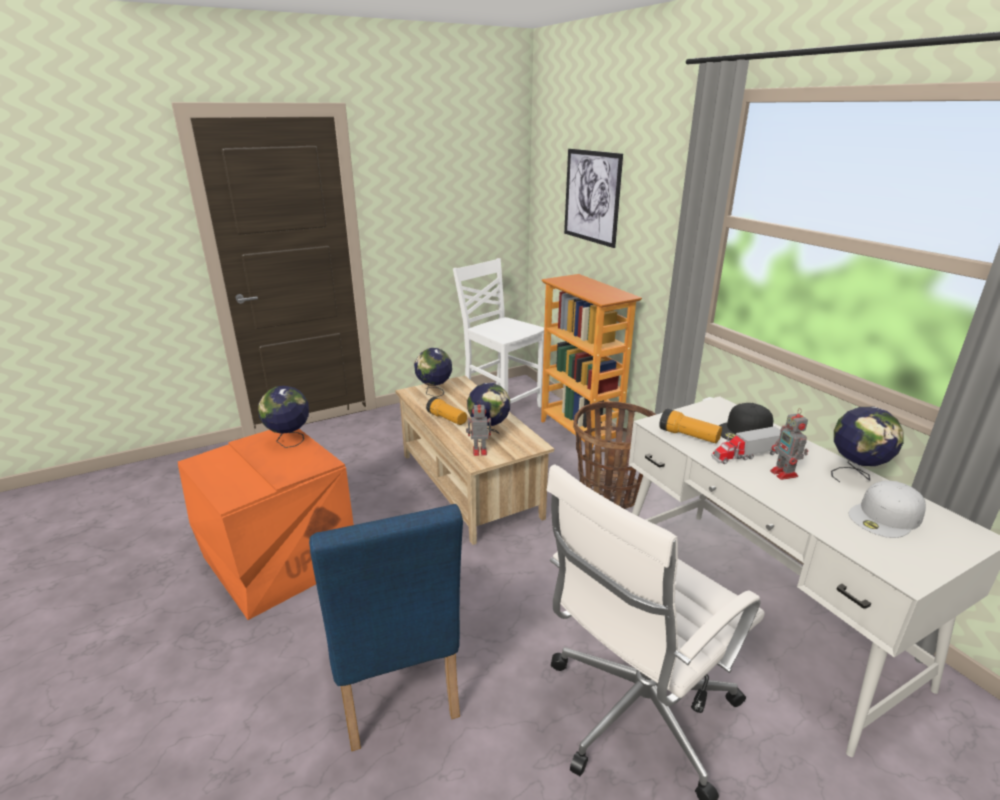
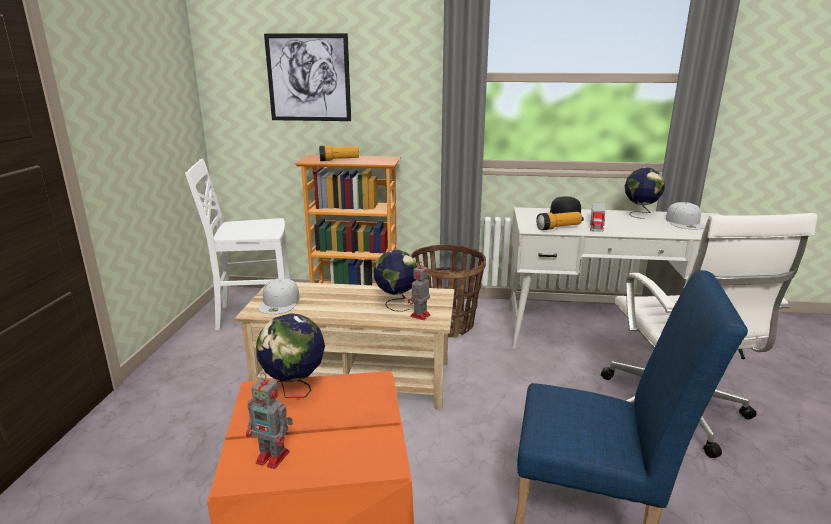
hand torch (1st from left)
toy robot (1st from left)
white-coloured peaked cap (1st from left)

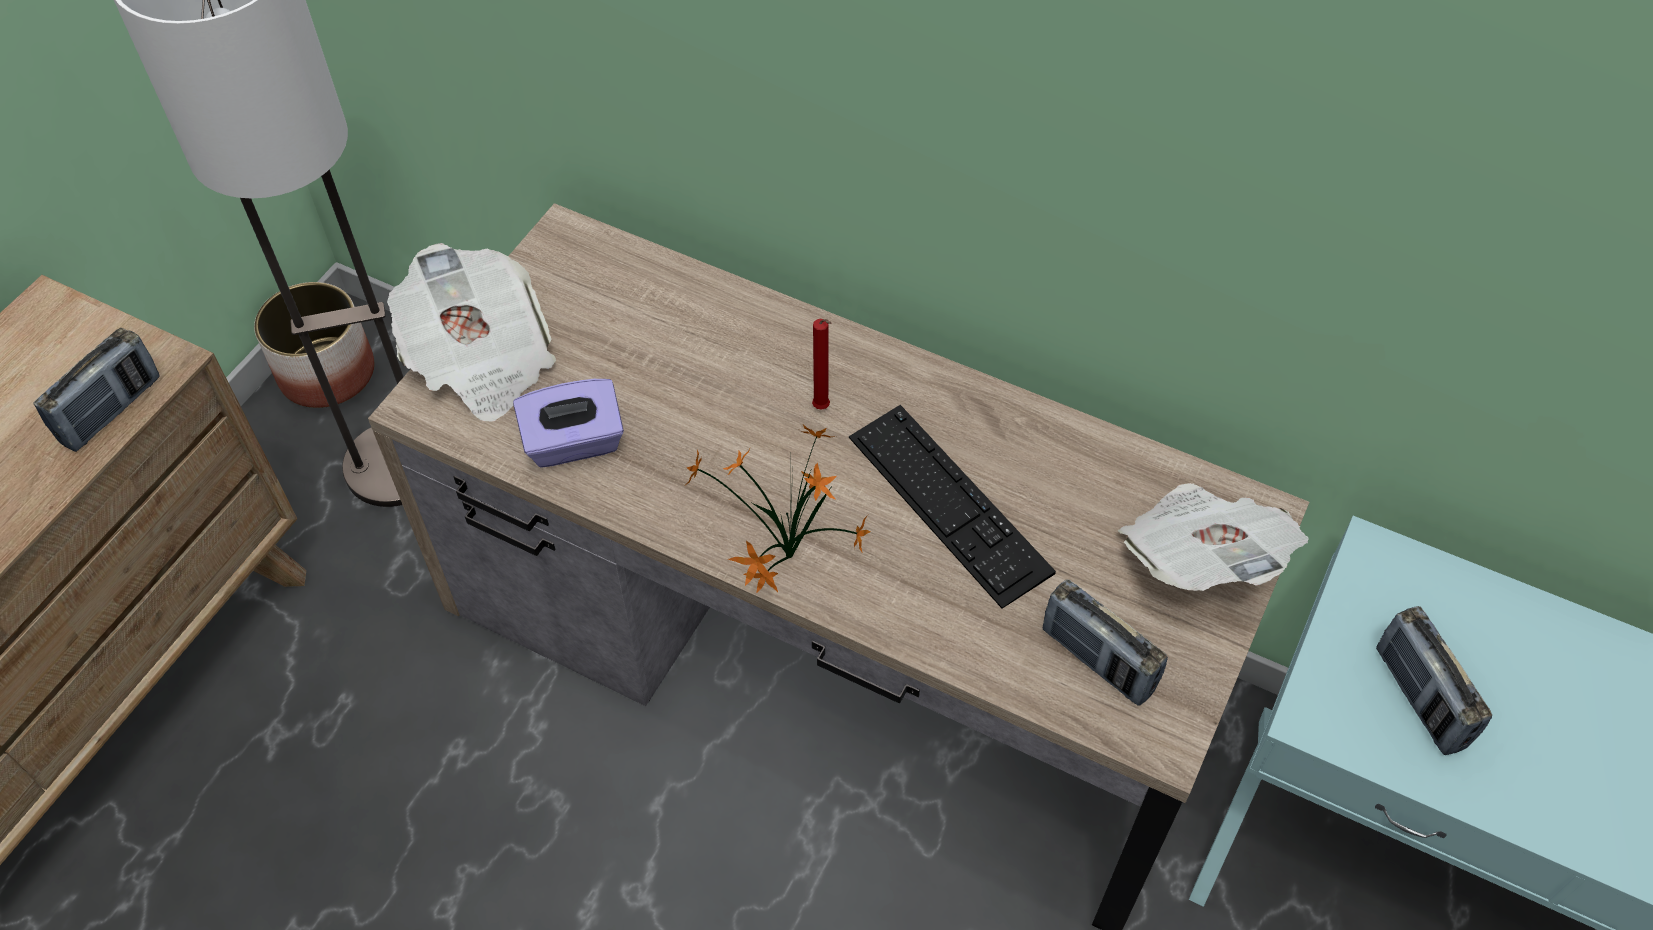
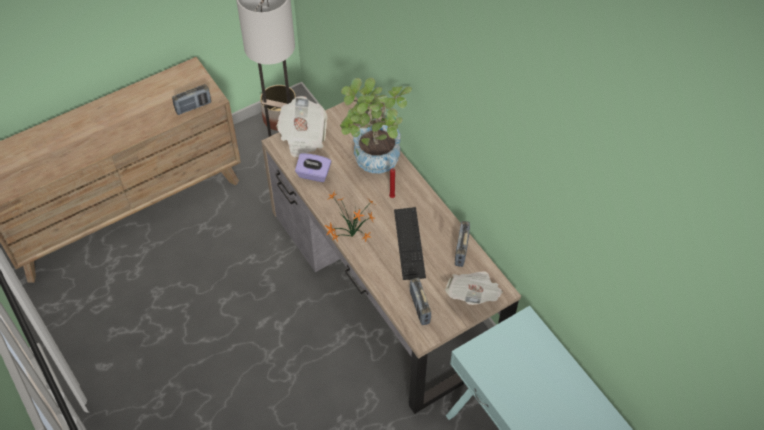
plant in a pot (2nd from left)
radio set (3rd from left)

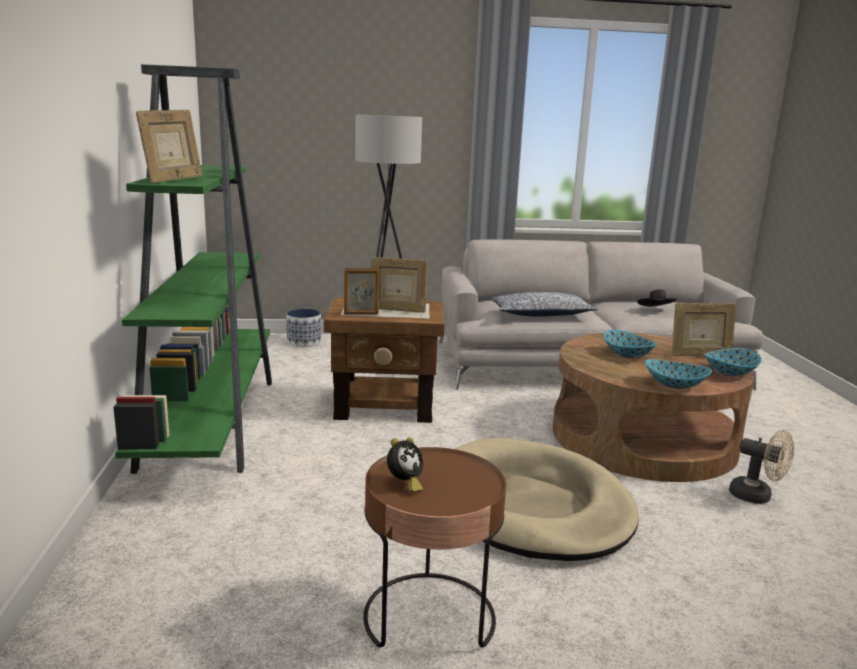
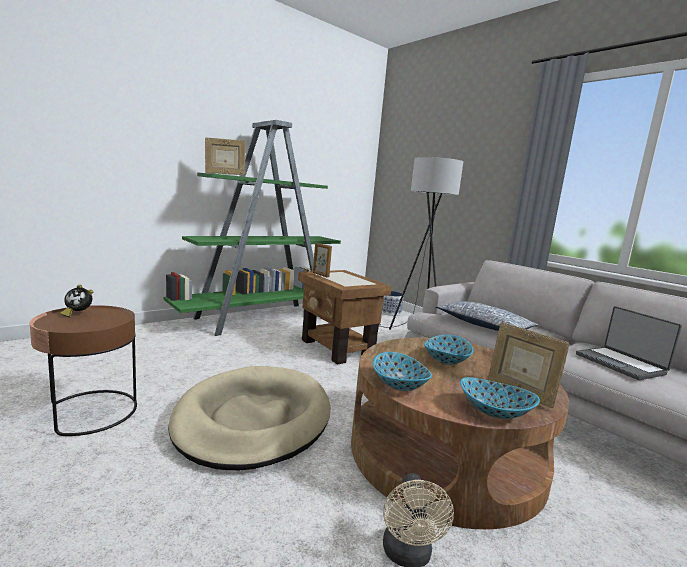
photo frame (3rd from left in the first image)
portable computer

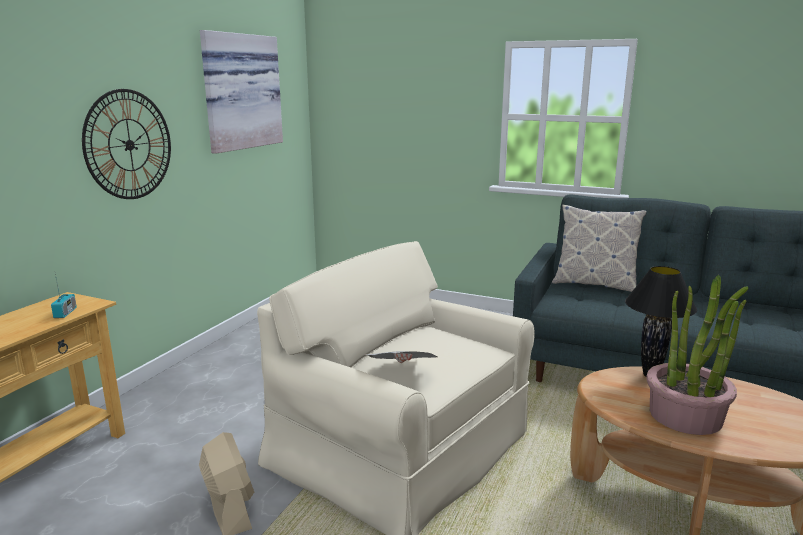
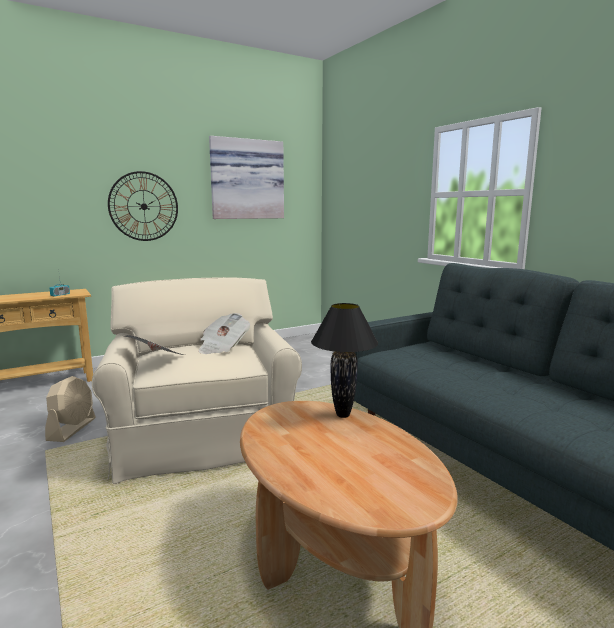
pillow
plant in a pot
daily paper (2nd from left)

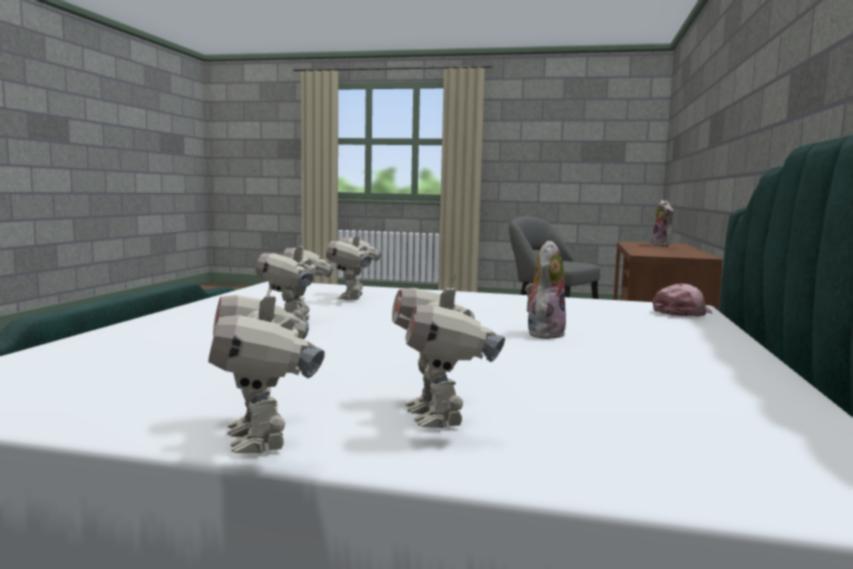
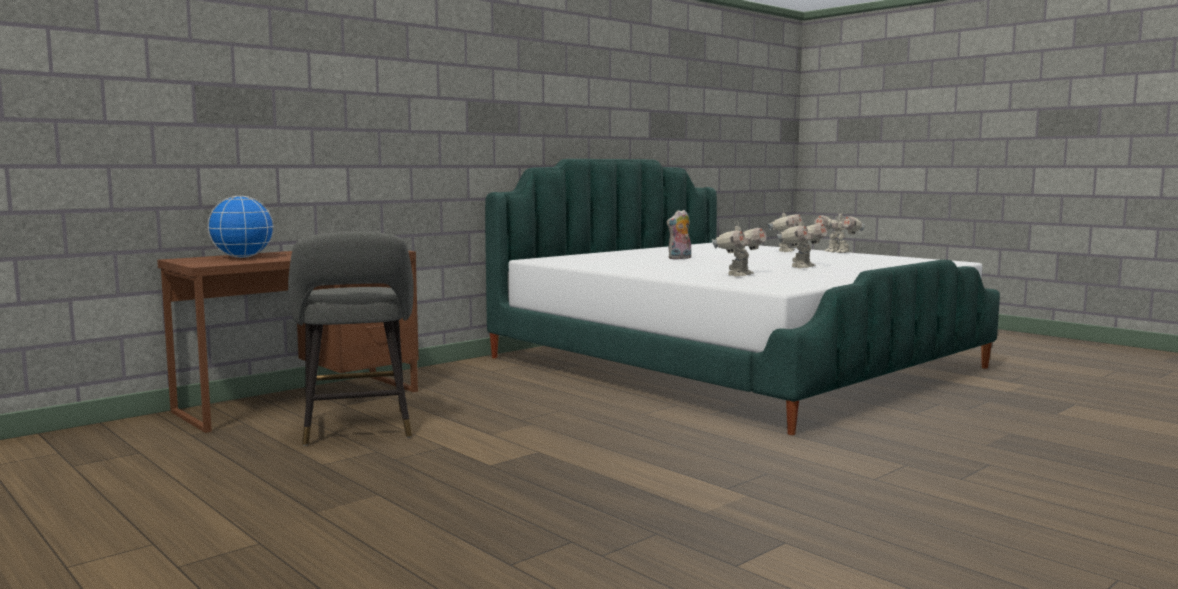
pinkish peaked cap
world globe
toy robot (4th from left)

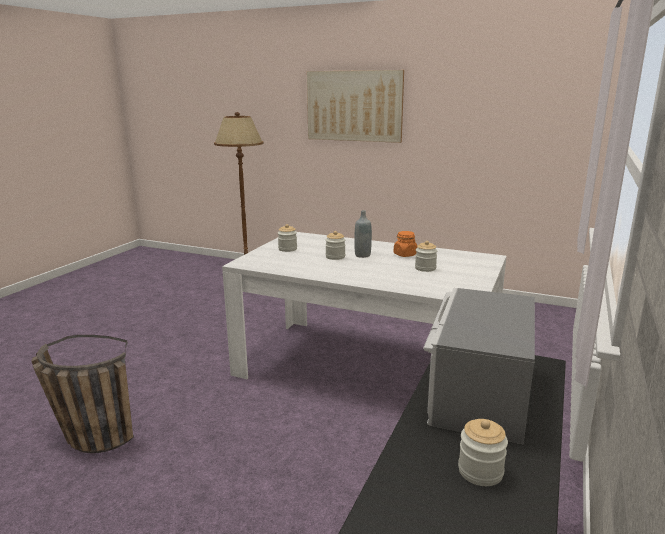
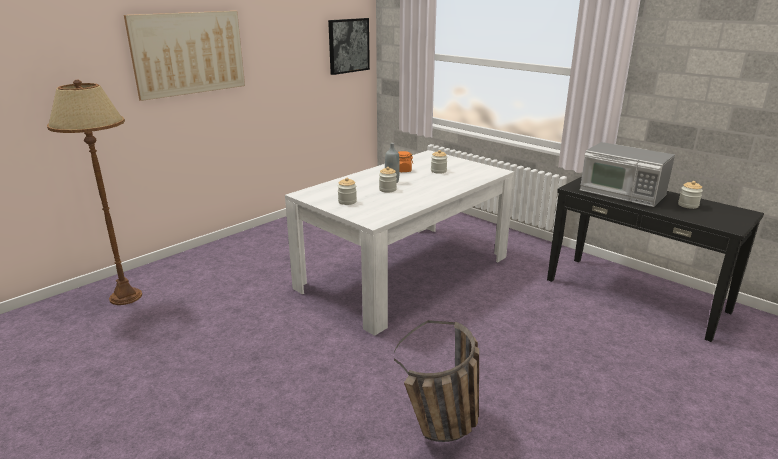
wall art (2nd from left)

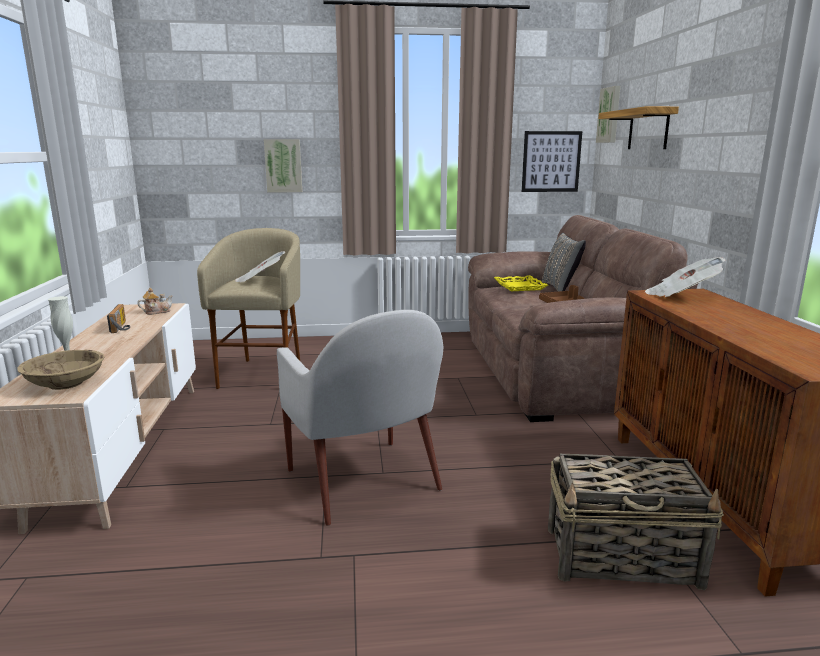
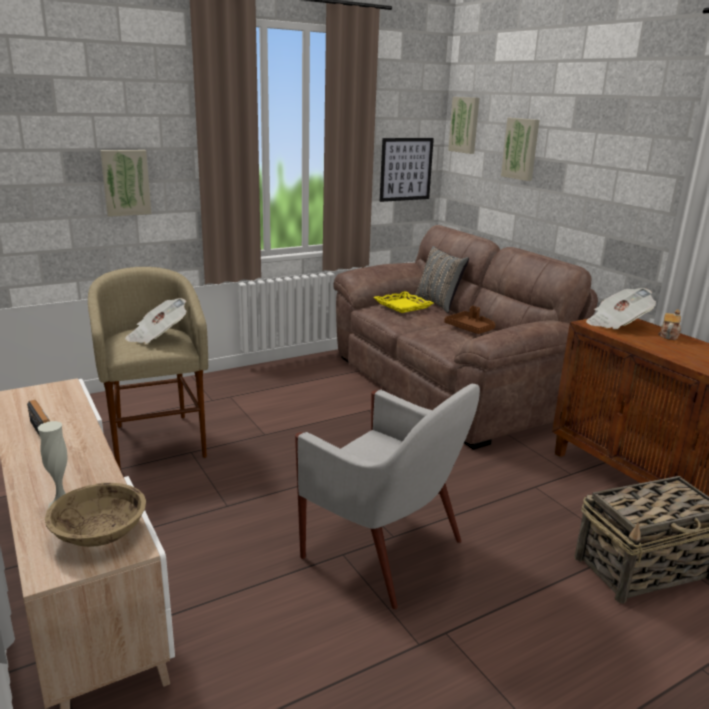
tea pot
wall art (4th from left)

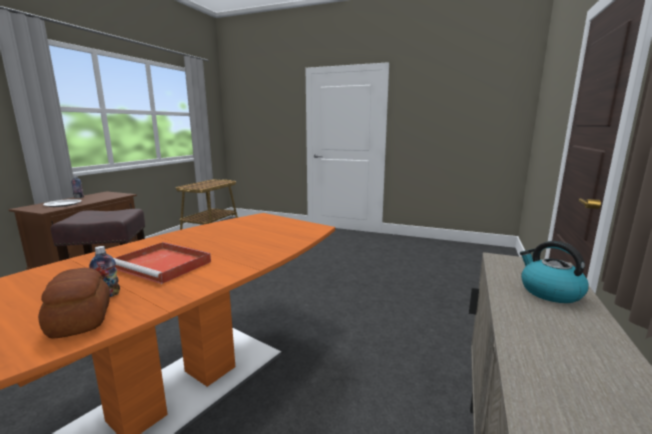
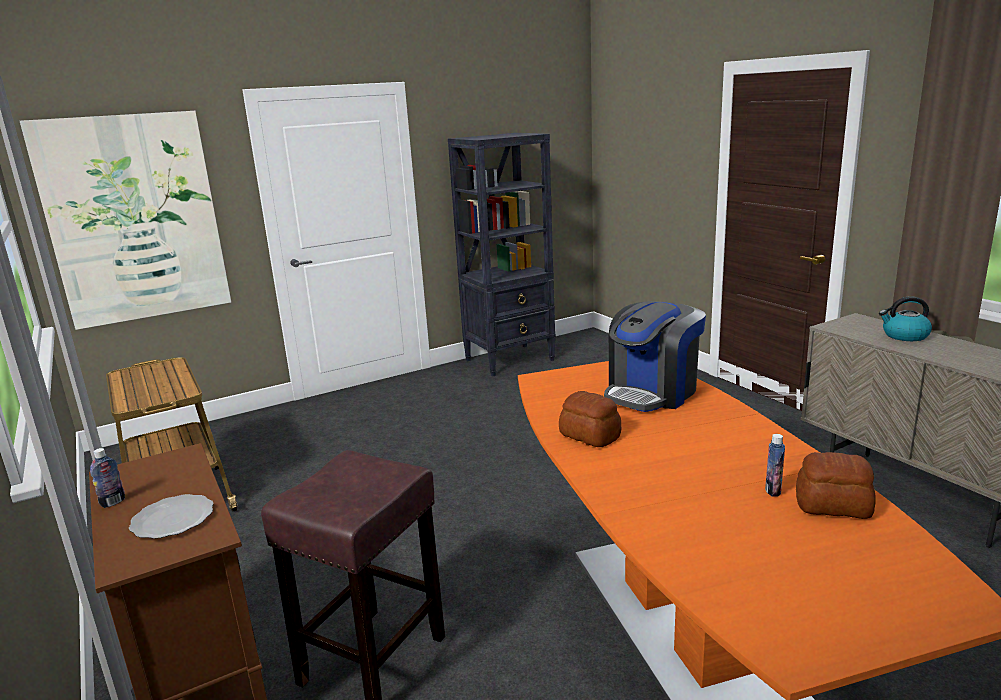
red-coloured serving tray
wall art
blackish bookshelf
baked bread (1st from left)
coffee brewer

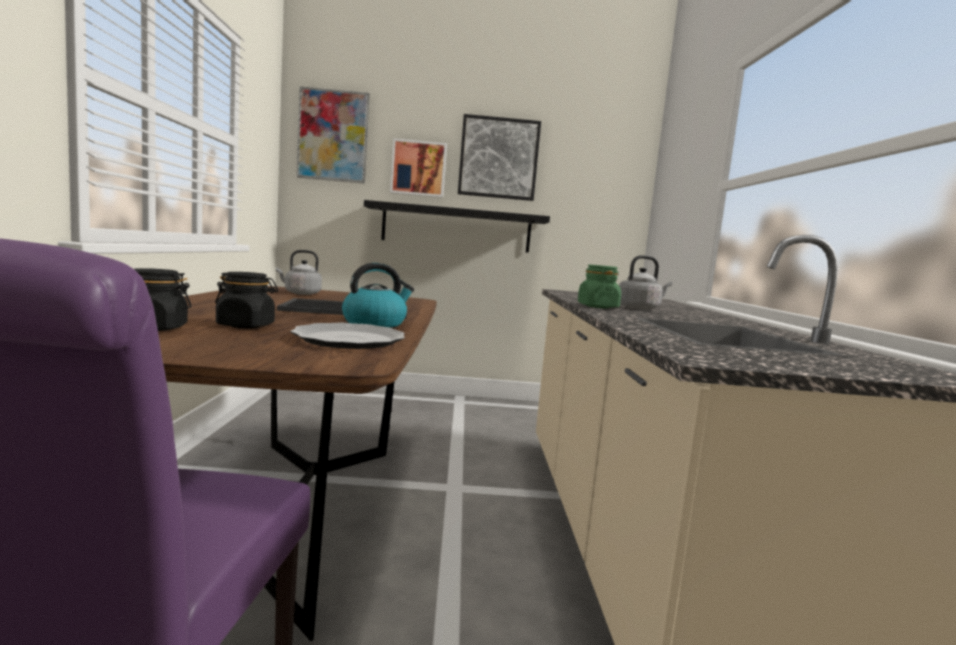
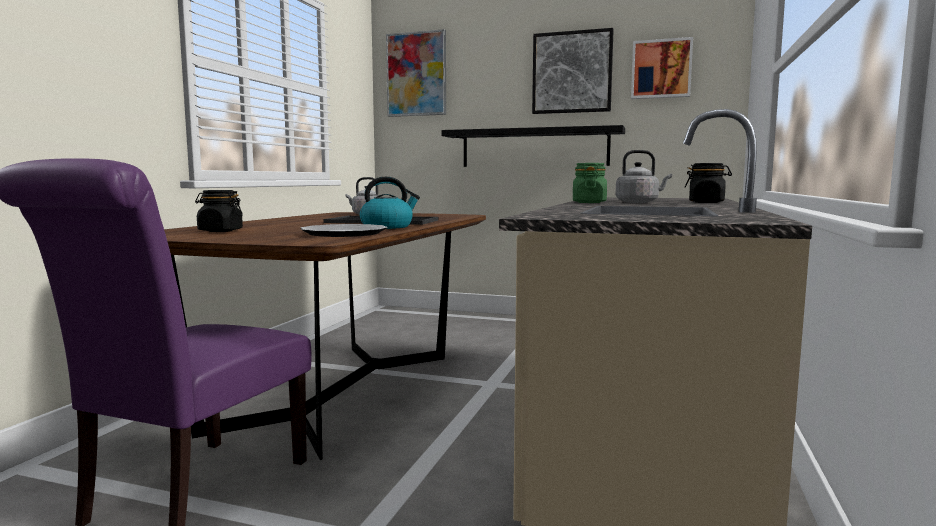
blackish preserve jar (2nd from left)
wall art (3rd from left)

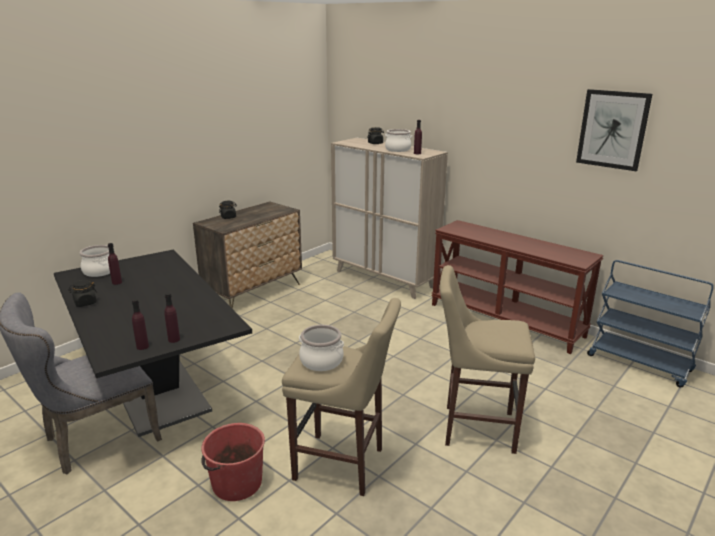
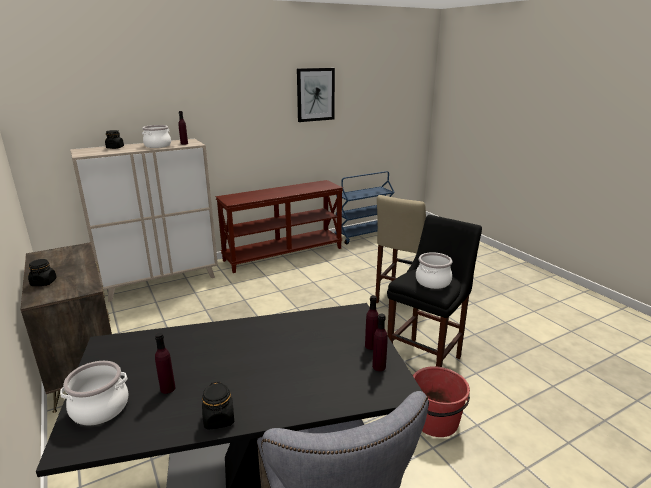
blackish sitting stool

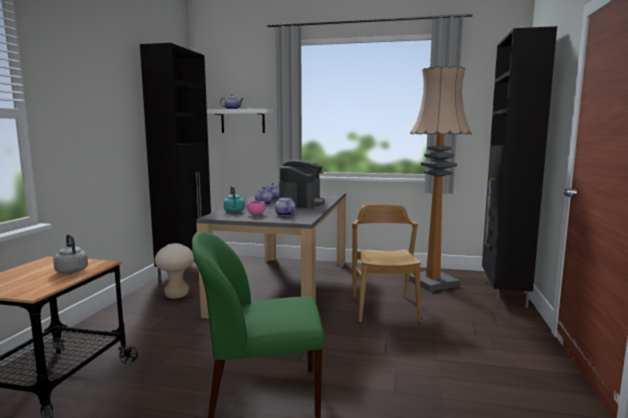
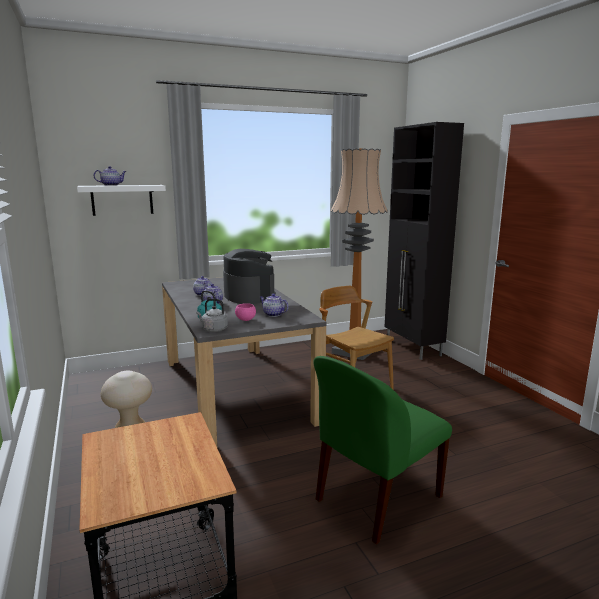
blackish cabinet (1st from left in the first image)
gray water kettle

